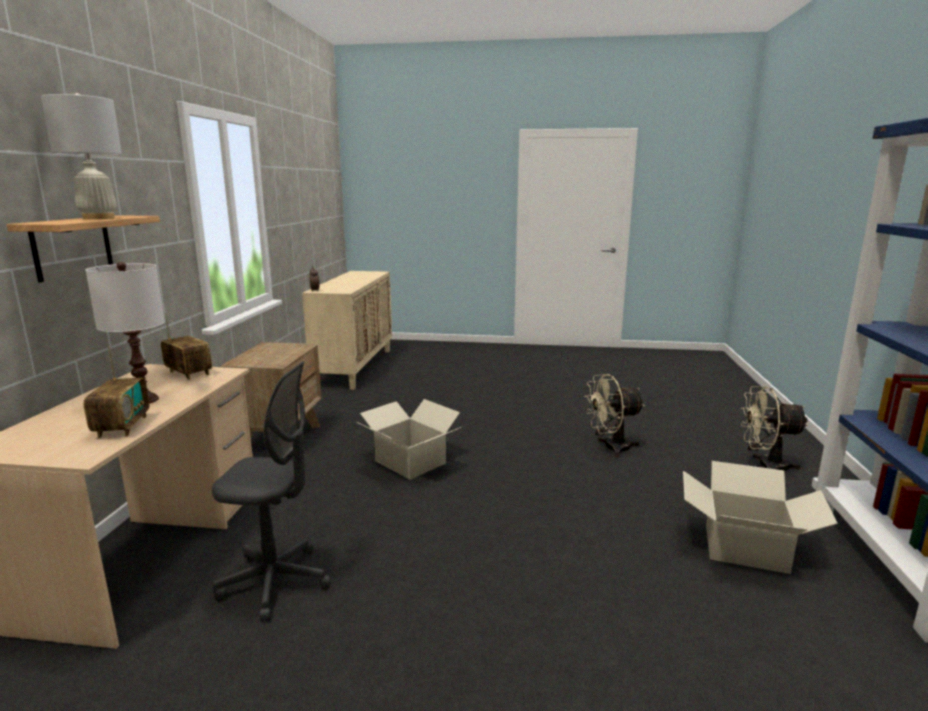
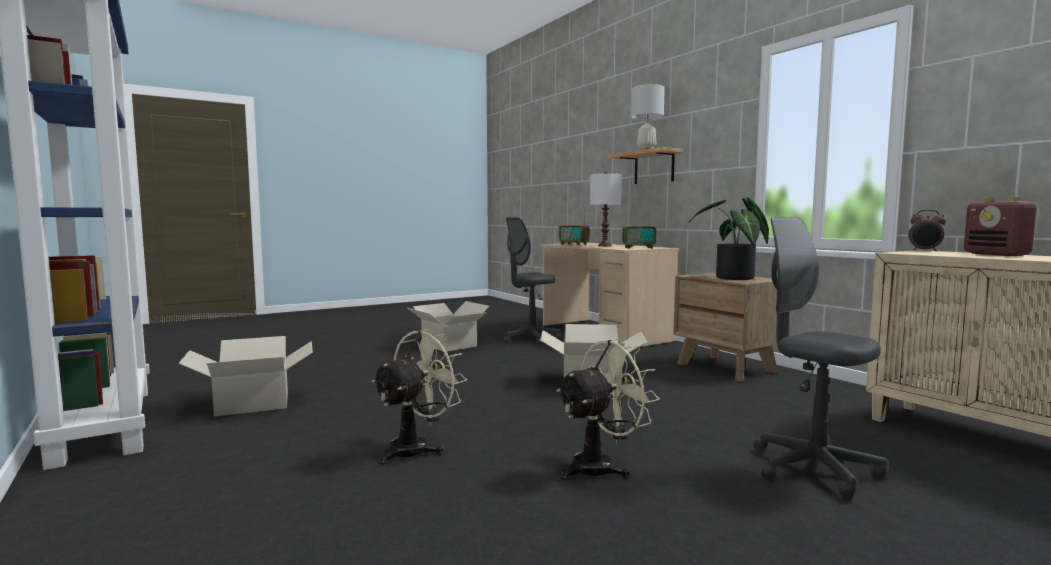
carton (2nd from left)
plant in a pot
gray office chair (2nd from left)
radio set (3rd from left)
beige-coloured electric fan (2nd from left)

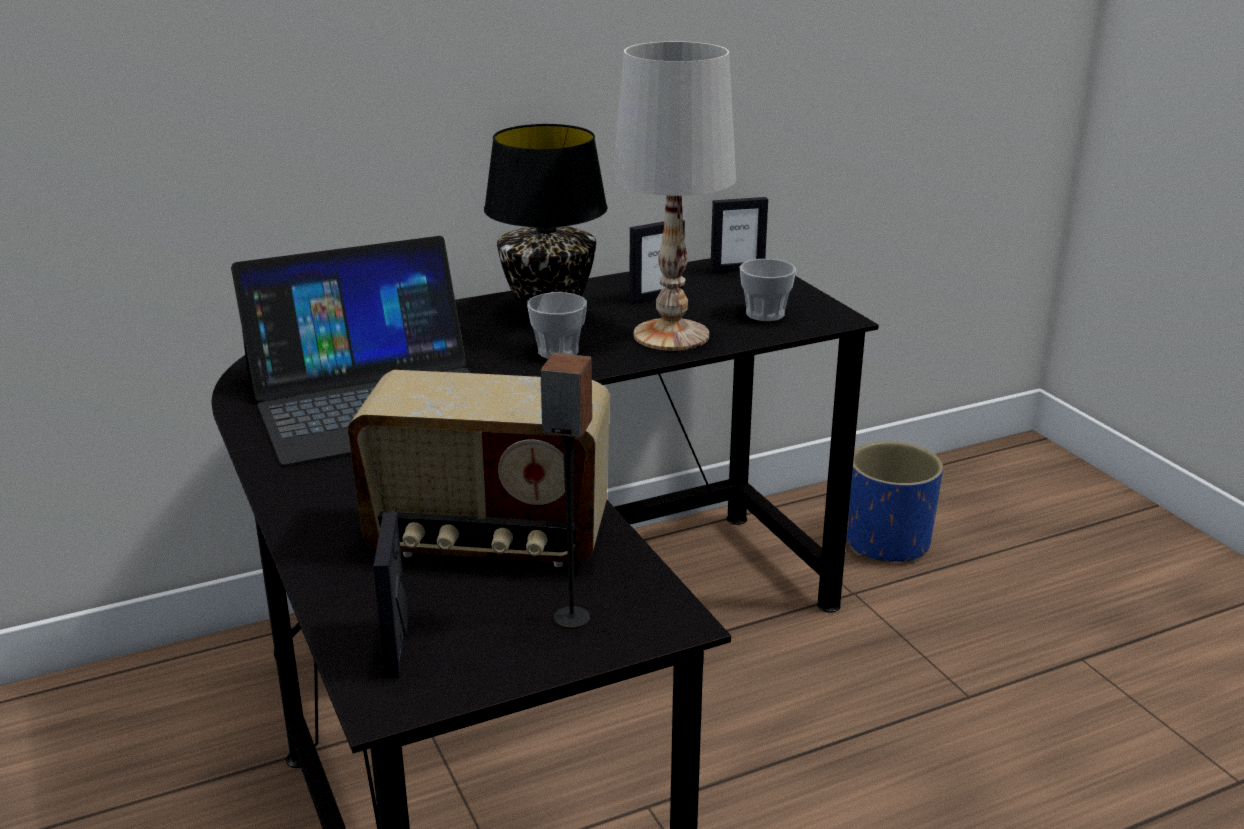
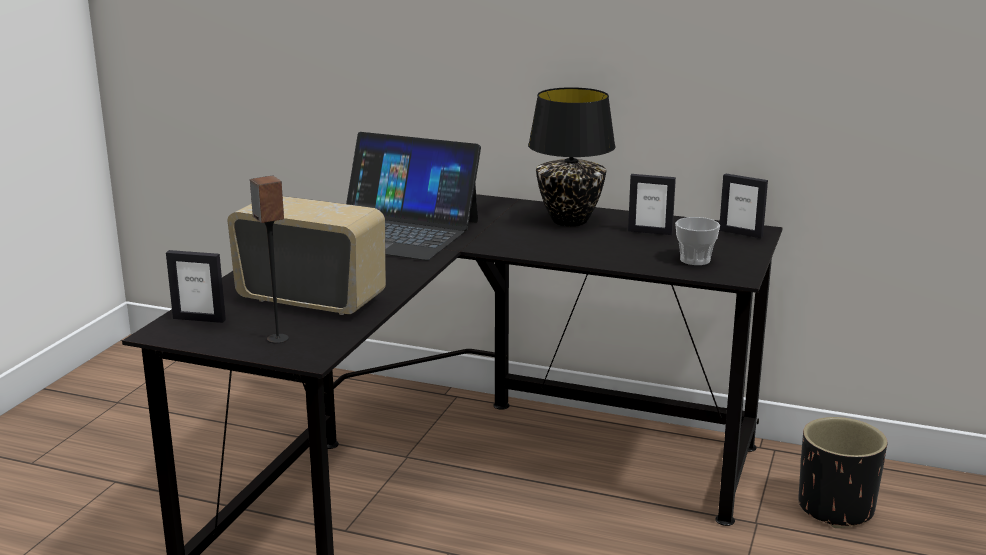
cup (1st from left in the first image)
white-coloured table lamp
blackish flower pot
radio set
photo frame (1st from left)

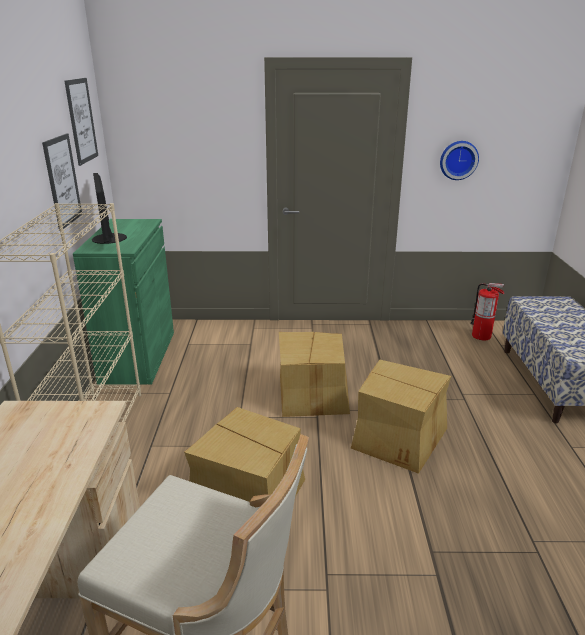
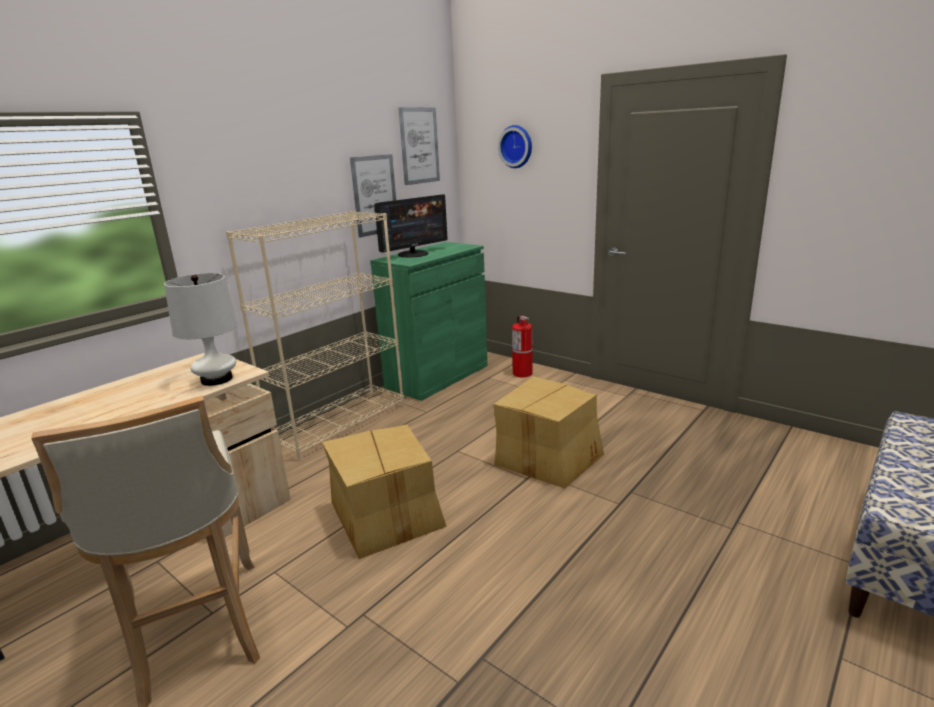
carton (3rd from left in the first image)
white-coloured table lamp
wall clock
fire extinguisher
computer screen

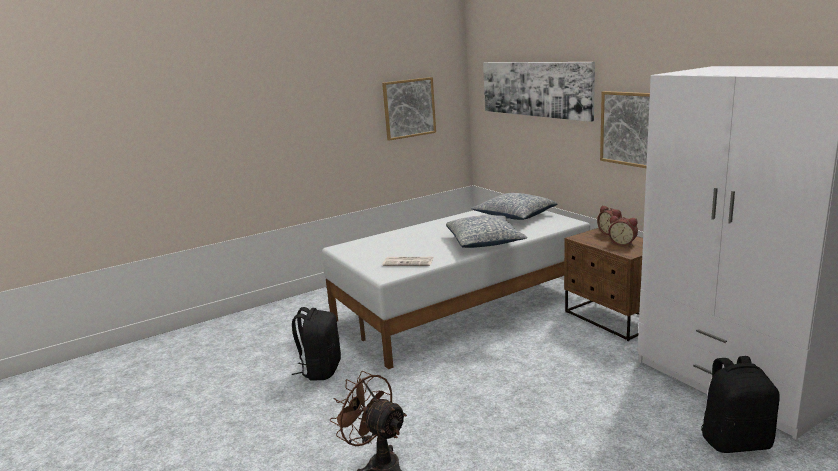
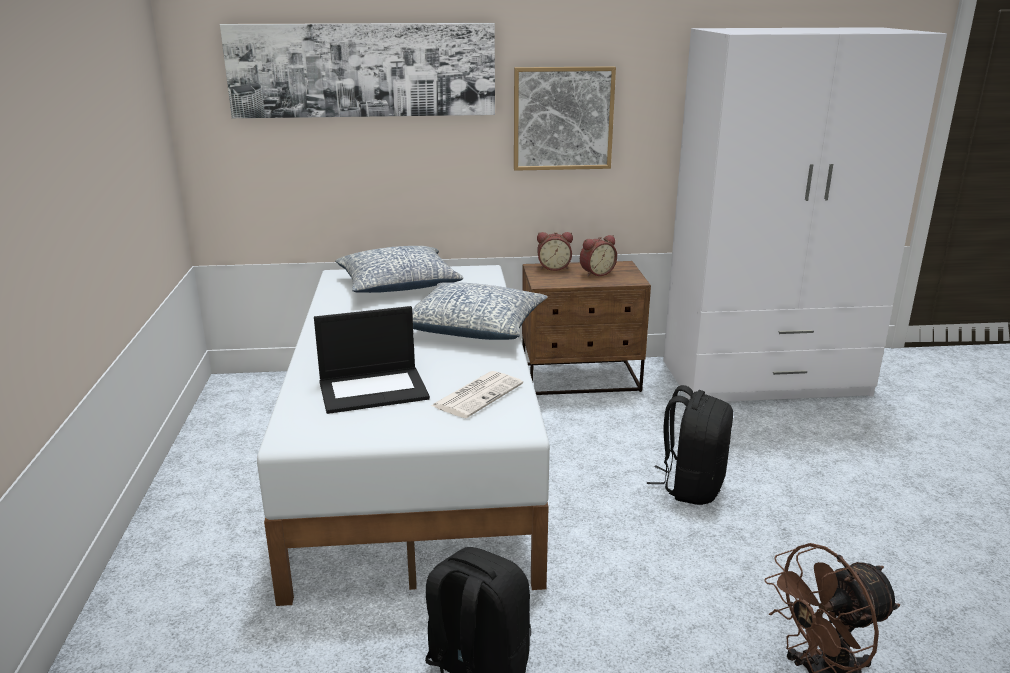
wall art (1st from left in the first image)
portable computer
blackish rucksack (2nd from left)

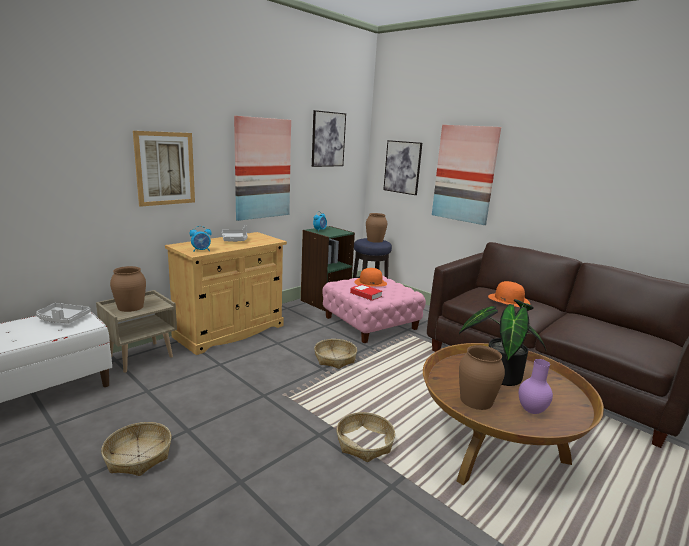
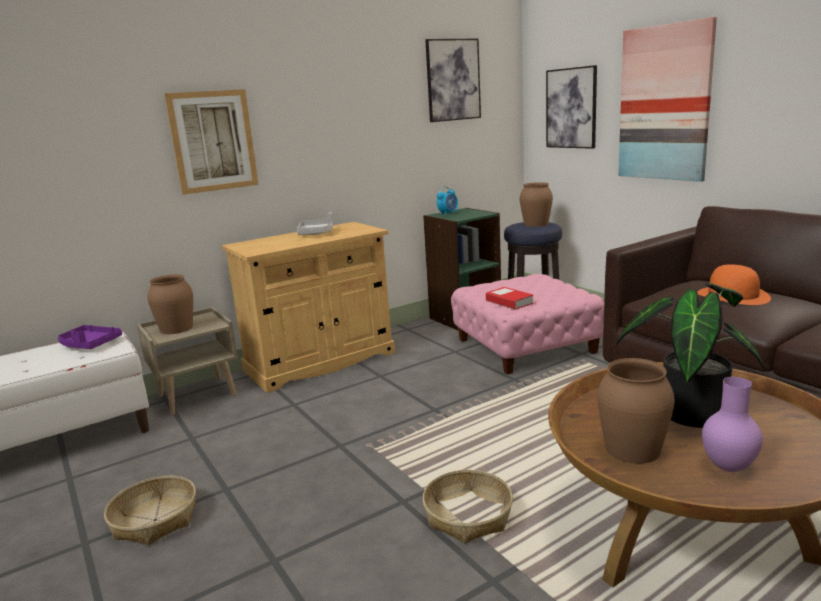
bedside clock (1st from left in the first image)
wall art (2nd from left in the first image)
storage basket (2nd from left in the first image)
orange-coloured hat (1st from left in the first image)
purplish serving tray

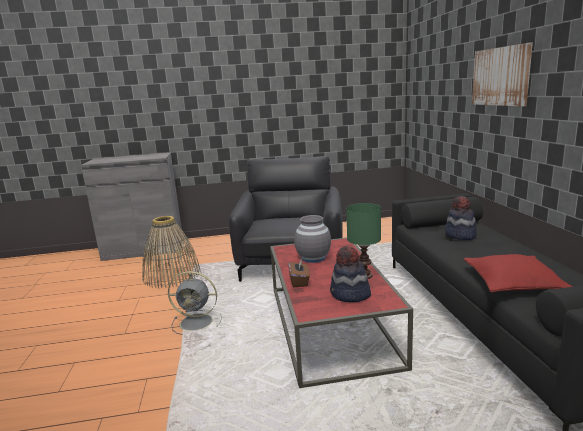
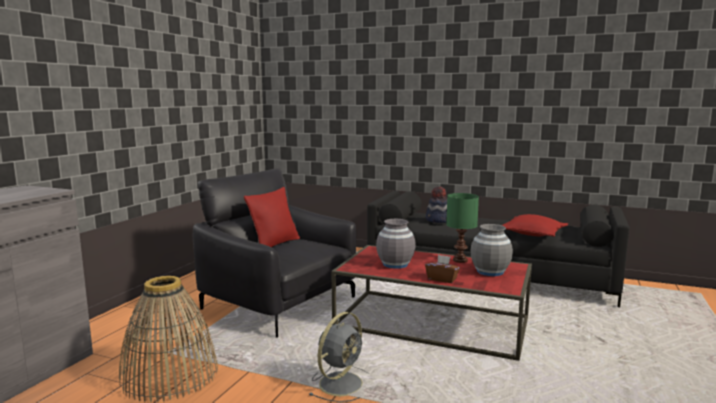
wall art
red-coloured pillow (1st from left)
gray flower vase (2nd from left)

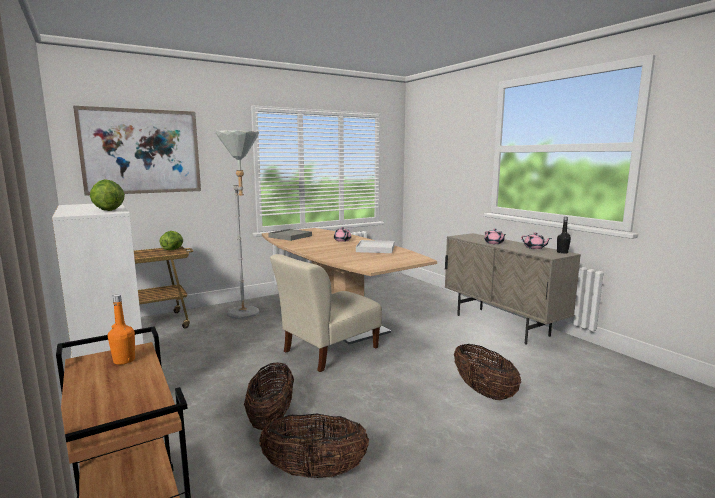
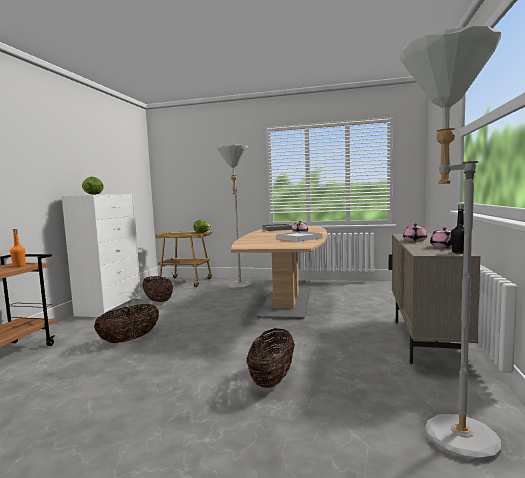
wall art
beige-coloured chair
gray standing lamp (2nd from left)
storage basket (2nd from left)

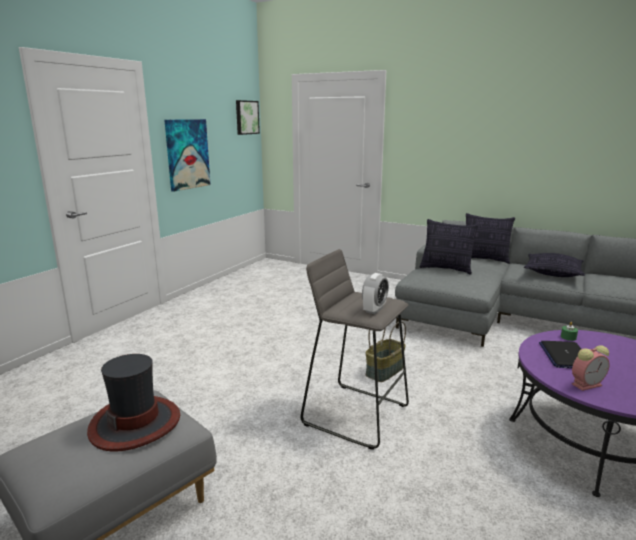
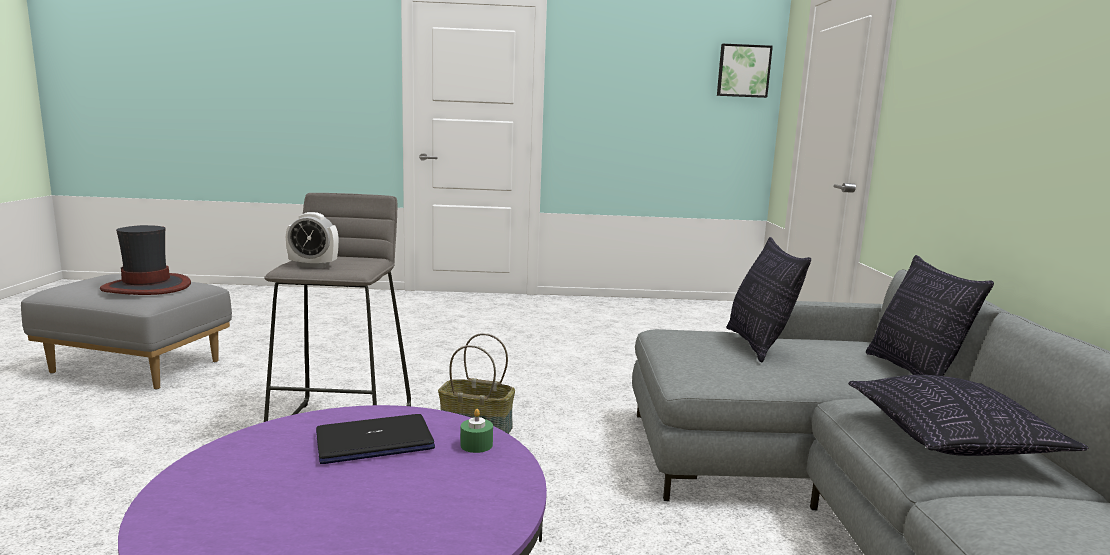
wall art (1st from left in the first image)
bedside clock (2nd from left in the first image)

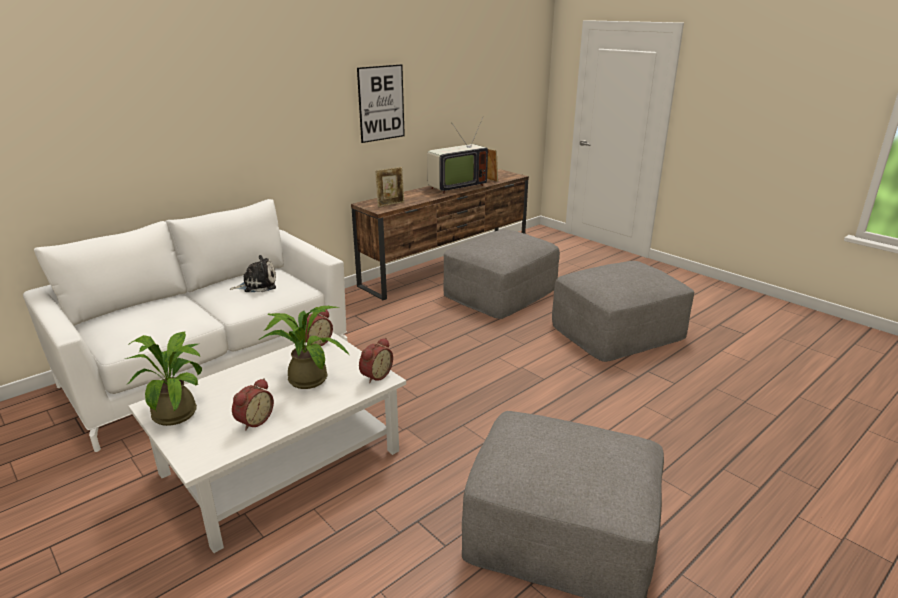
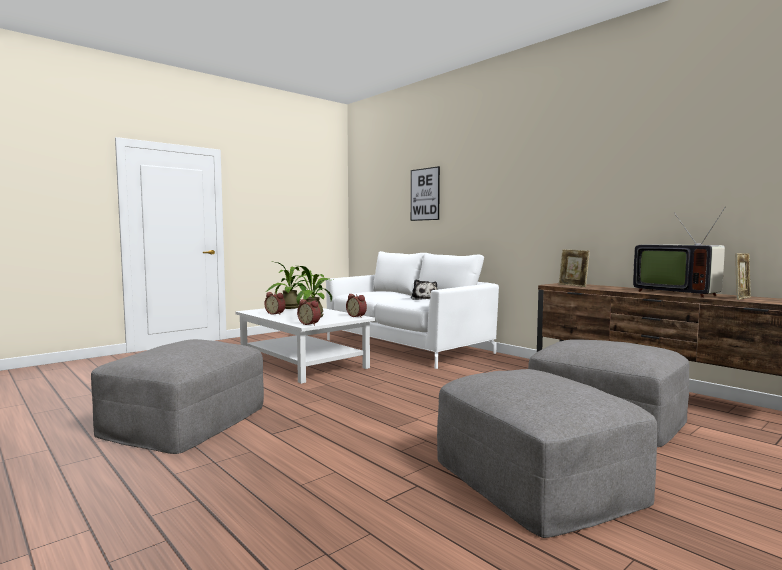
wall art

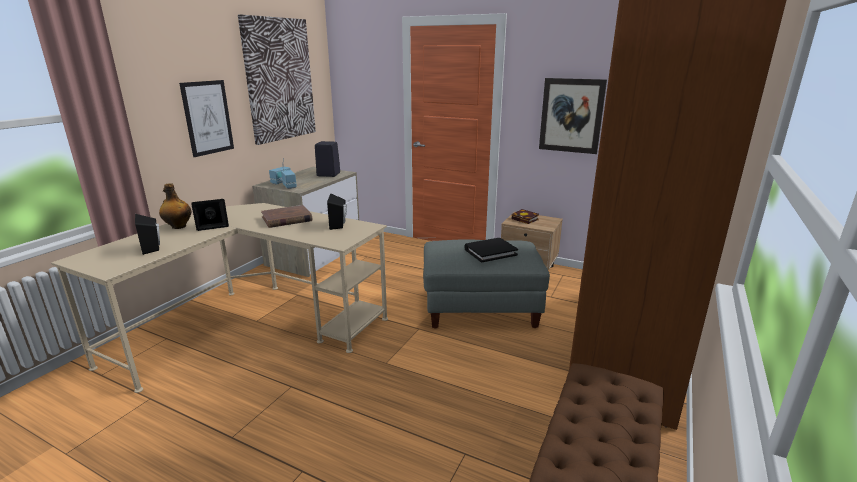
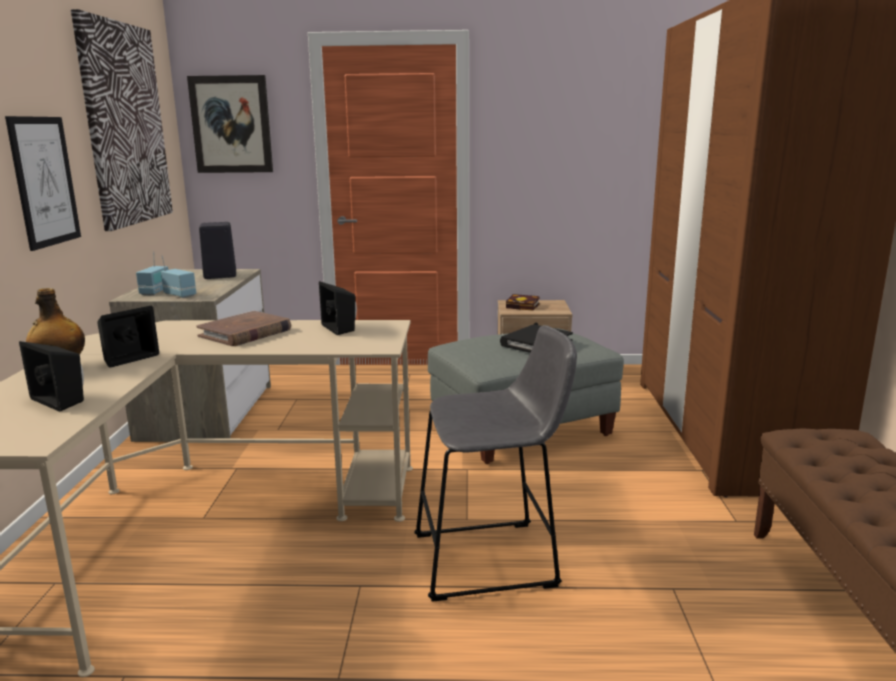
gray sitting stool
wall art (3rd from left)

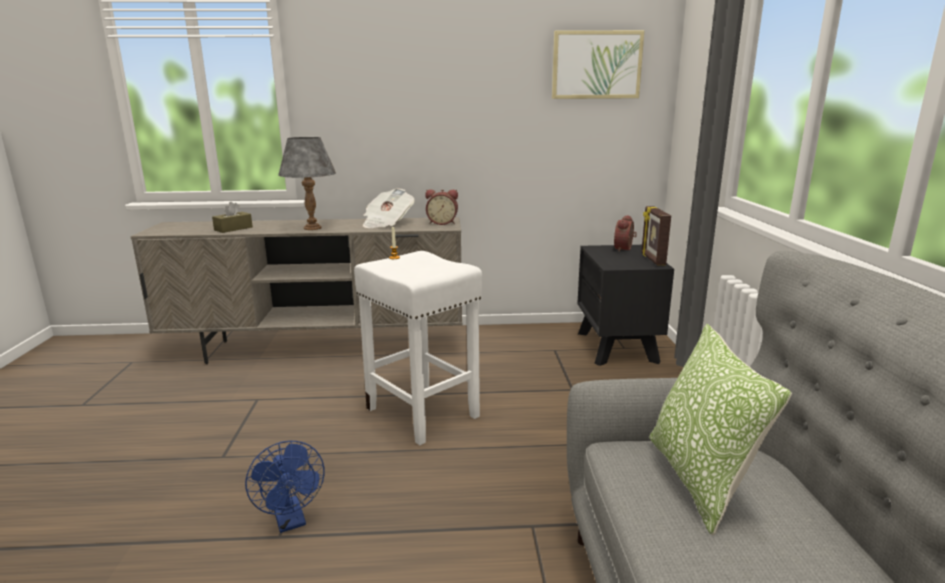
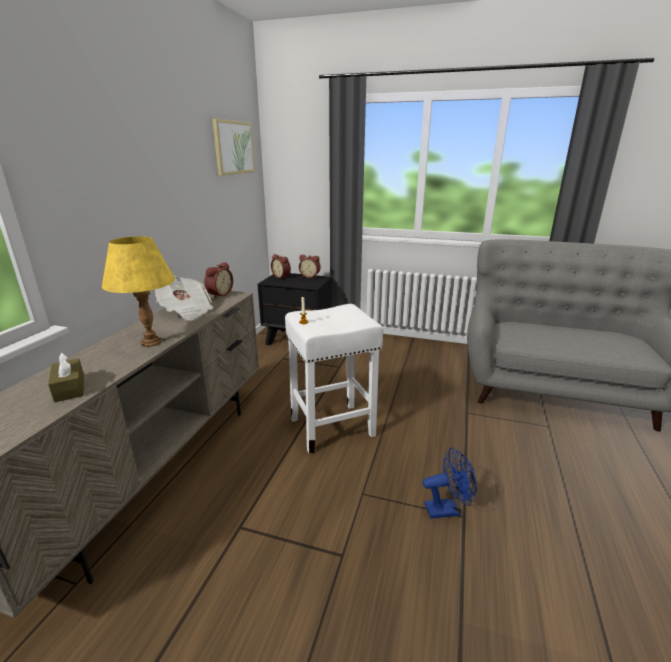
pillow
bedside clock (3rd from left)
yellowish table lamp

